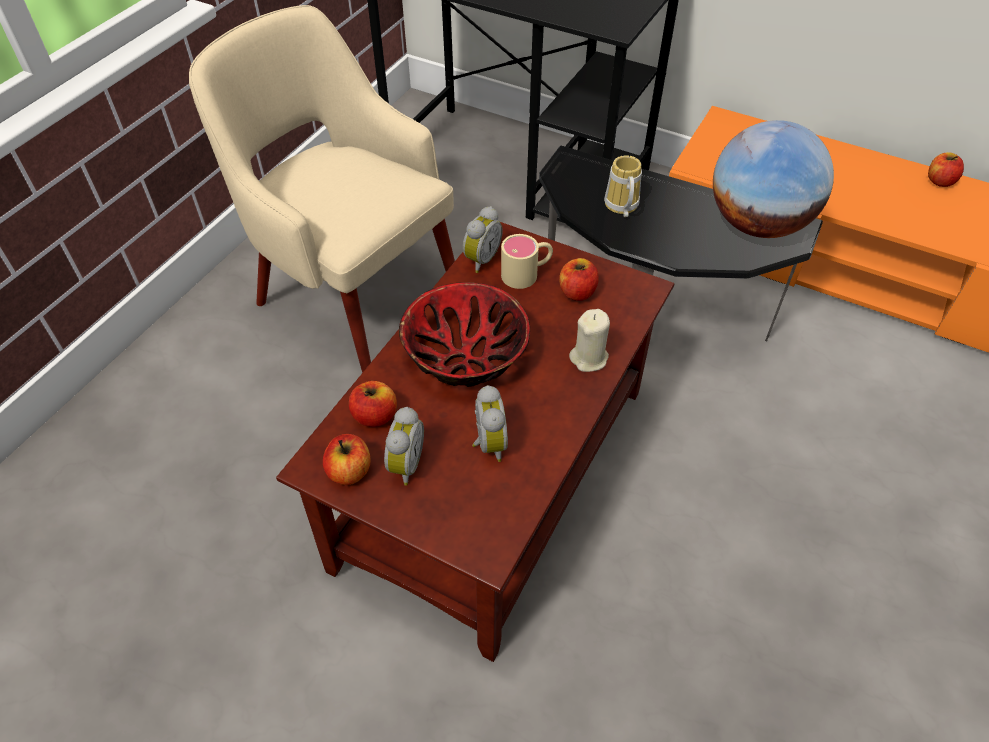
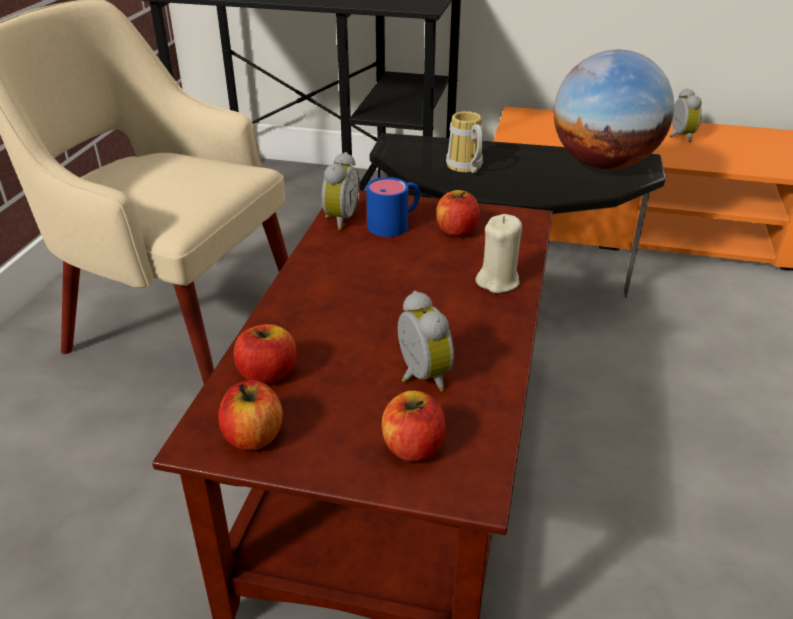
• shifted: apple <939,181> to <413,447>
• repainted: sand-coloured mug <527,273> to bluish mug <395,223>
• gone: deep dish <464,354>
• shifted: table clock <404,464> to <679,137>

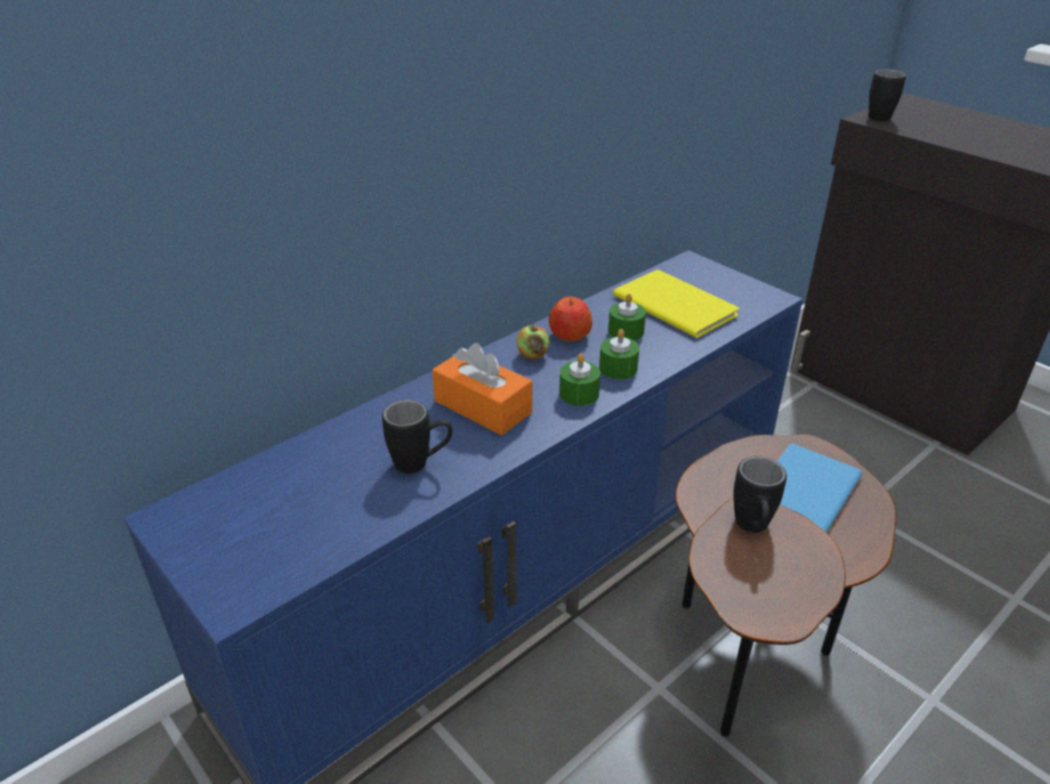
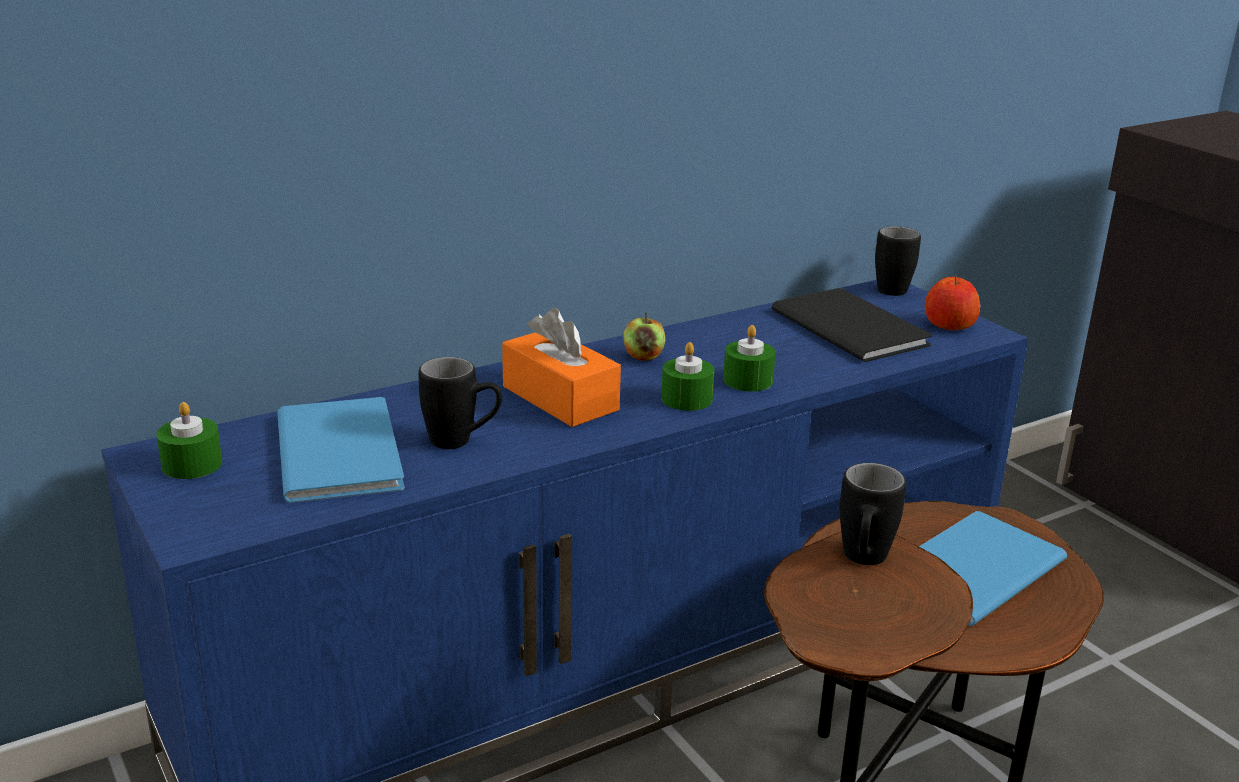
• shifted: black-coloured mug <877,115> to <893,287>
• repainted: yellowish volume <674,303> to black-coloured volume <850,326>
• shifted: greenish wax candle <626,331> to <192,464>
• shifted: apple <569,335> to <949,325>
• new: bluish volume <343,449>

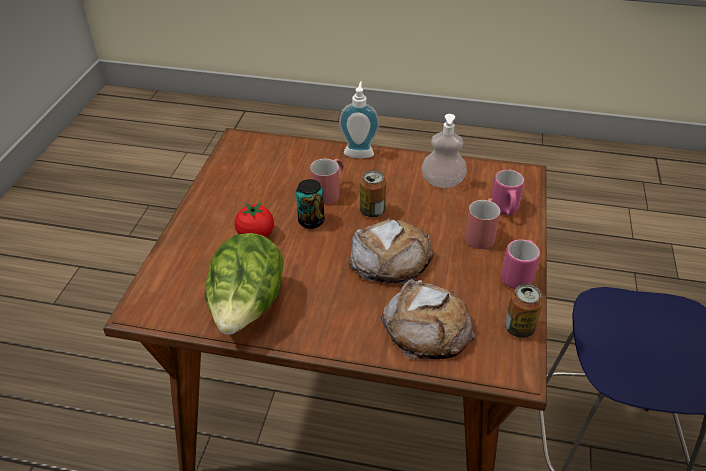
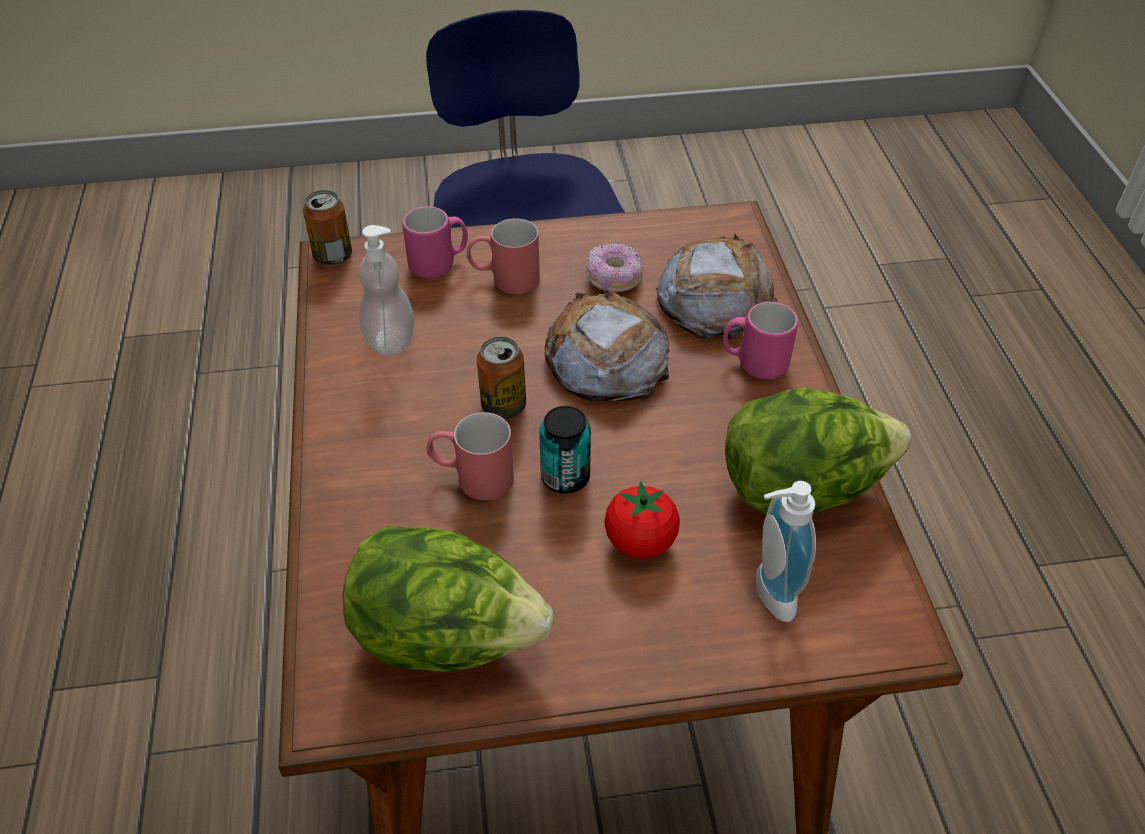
• shifted: liquid soap bottle <359,152> to <767,595>
• shifted: pinkish mug <518,276> to <754,363>
• shifted: sealed can <519,328> to <333,256>
• new: ring doughnut <613,278>
• new: lettuce <447,637>

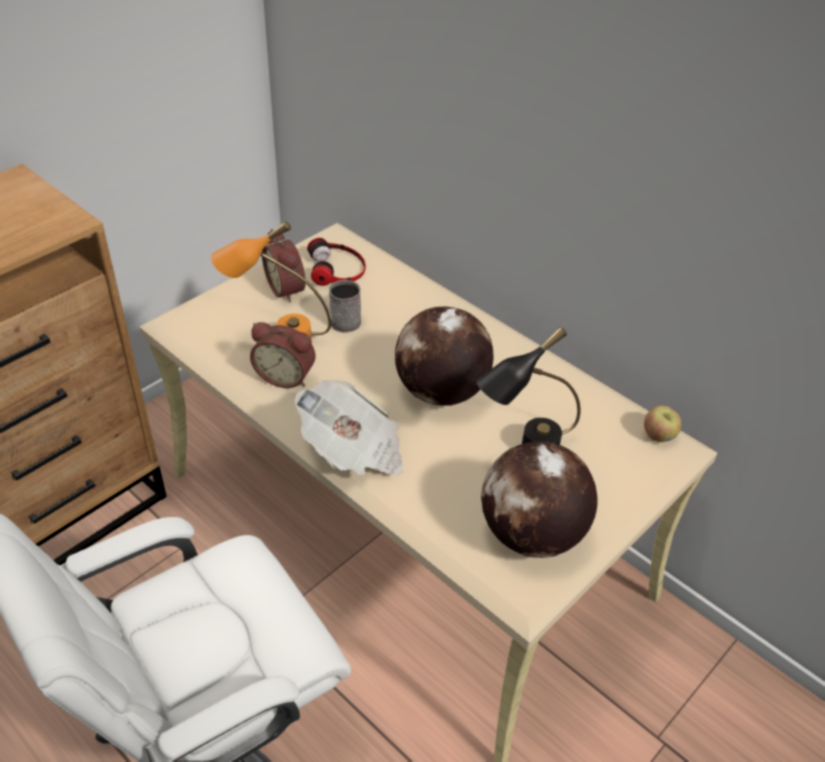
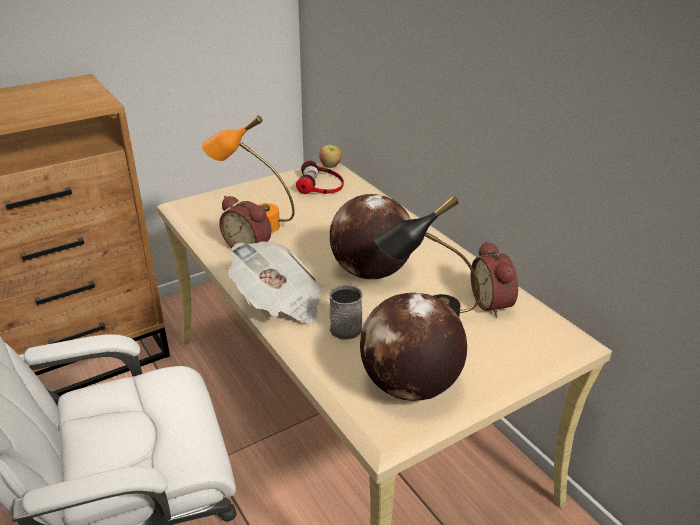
• shifted: table clock <288,288> to <493,303>
• shifted: greyish mug <347,319> to <348,326>
• shifted: apple <658,435> to <330,166>

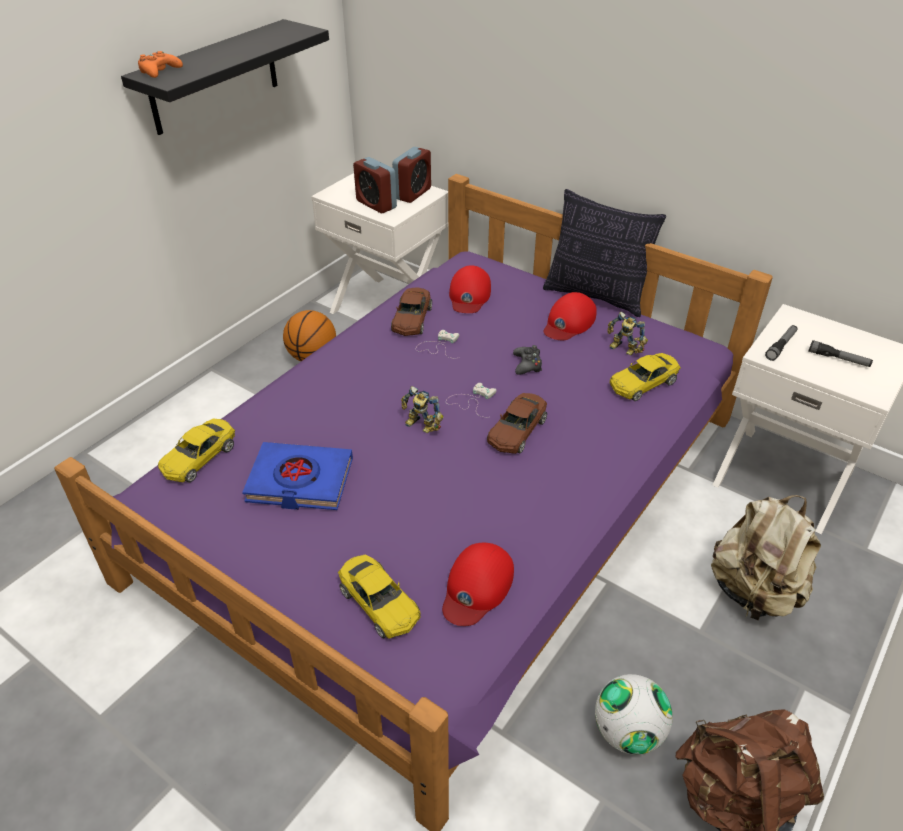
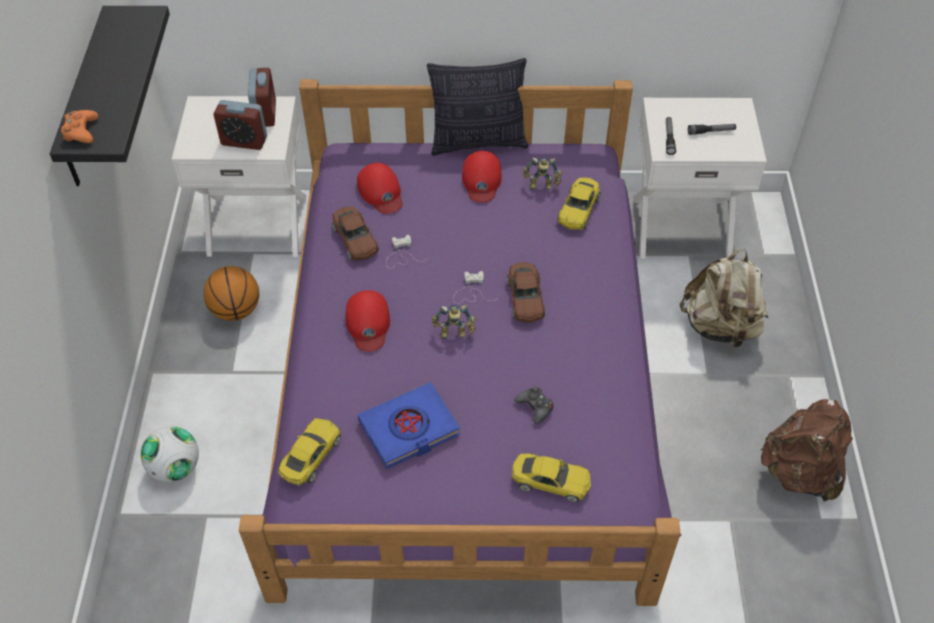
• shifted: black-coloured gamepad <527,364> to <535,407>
• rotated: yellowish model car <199,457> = <310,456> 150 degrees counterclockwise
• shifted: red cap <476,587> to <368,323>
• shifted: football ball <628,732> to <176,468>

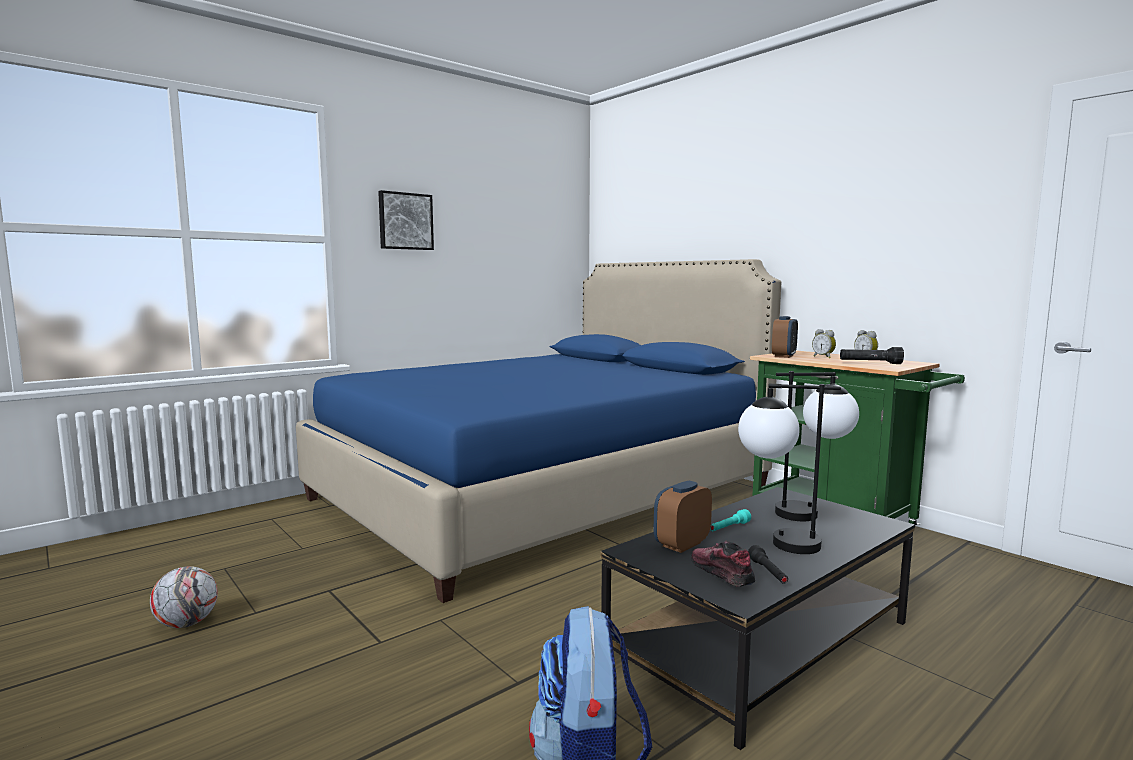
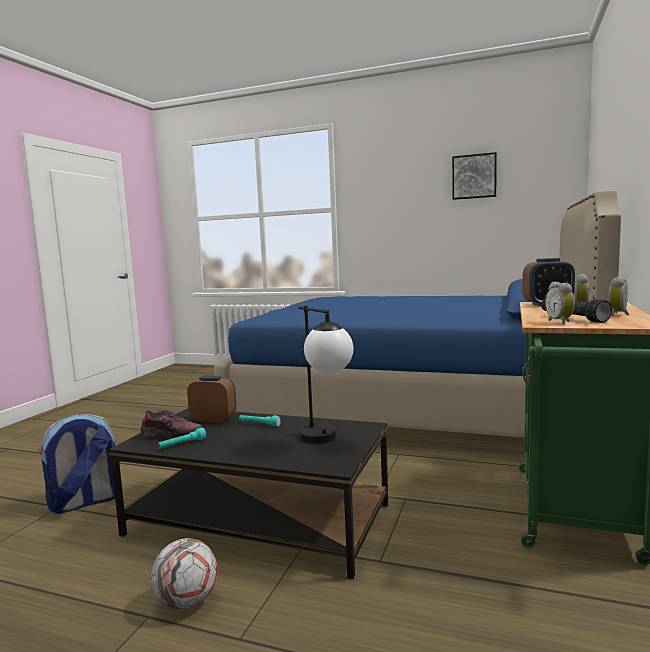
• shifted: wall art <405,221> to <474,176>
• gone: tabletop lamp <776,543>
• rotated: low shoe <721,573> = <171,434> 45 degrees clockwise
• repainted: black-coloured torch <768,572> to blue-green torch <182,444>
• shifted: football ball <187,623> to <187,601>
• new: table clock <561,322>

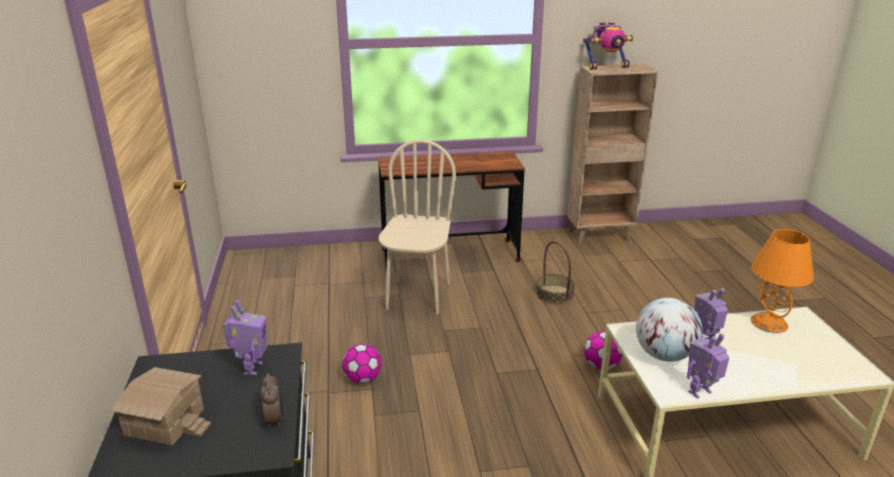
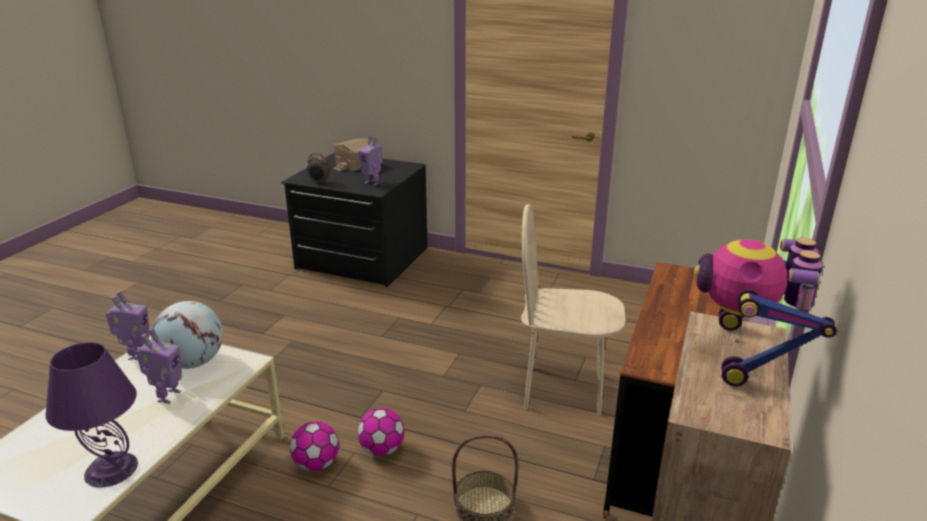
• rotated: sand-coloured plain chair <417,296> = <563,390> 150 degrees clockwise
• repainted: orange-coloured tabletop lamp <769,323> to purple tabletop lamp <110,469>
• shifted: football ball <363,379> to <382,449>

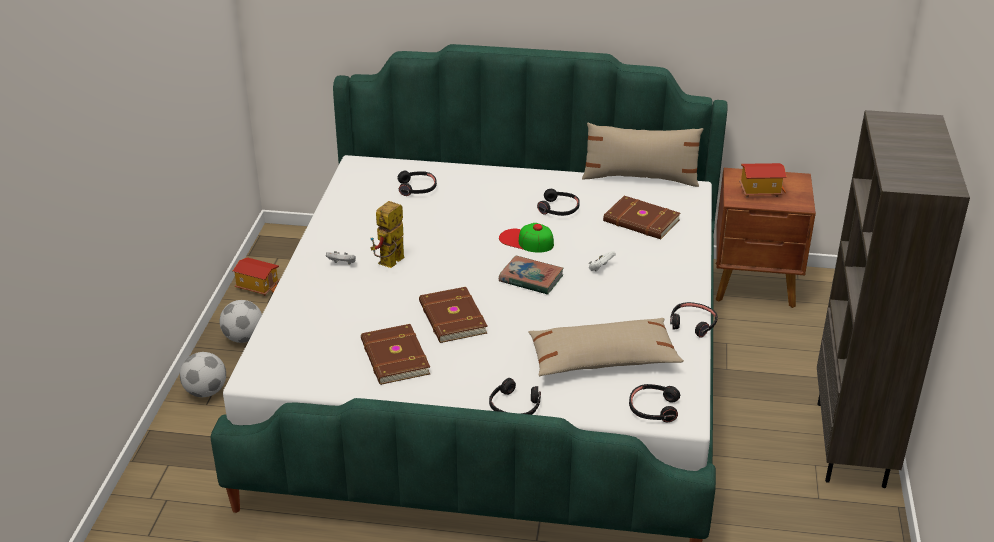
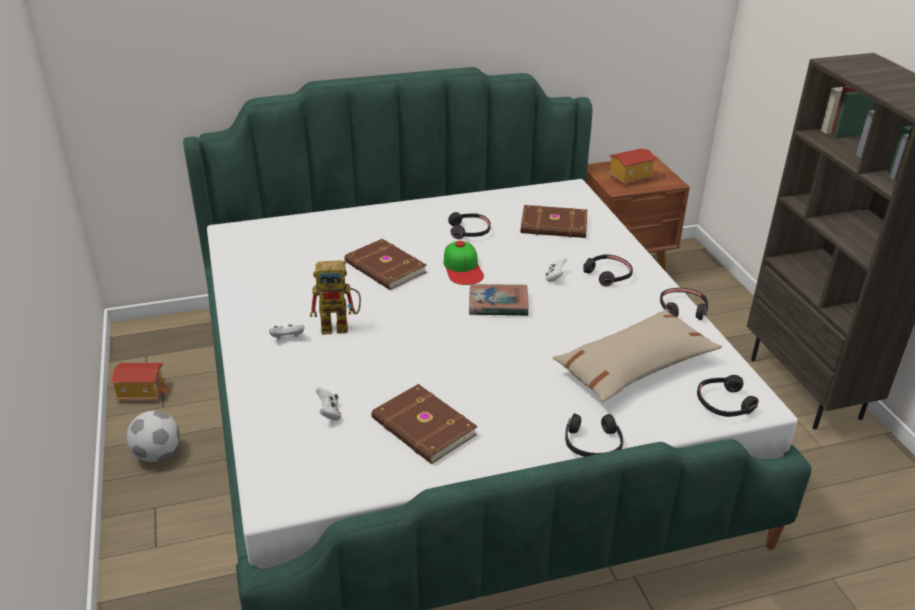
• gone: sand-coloured pillow <640,178>
• shifted: black-coloured headset <417,188> to <608,275>
• rotated: toy robot <390,264> = <341,326> 105 degrees counterclockwise
• rotated: cap <526,241> = <463,268> 105 degrees counterclockwise
• shifted: brown volume <451,318> to <384,268>
• gone: football ball <206,392>
• new: whitish gamepad <329,413>

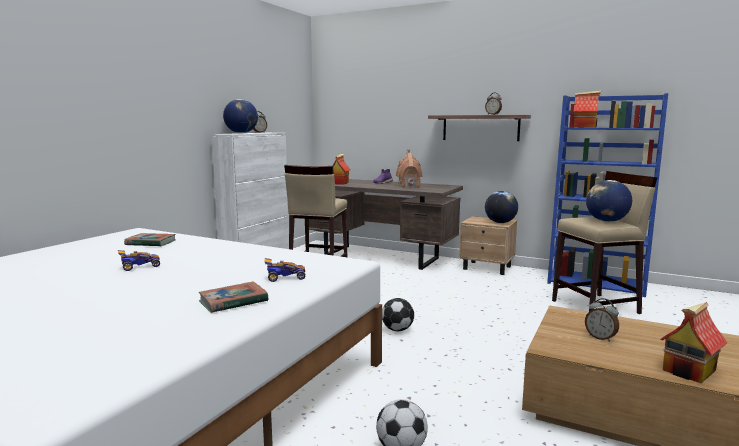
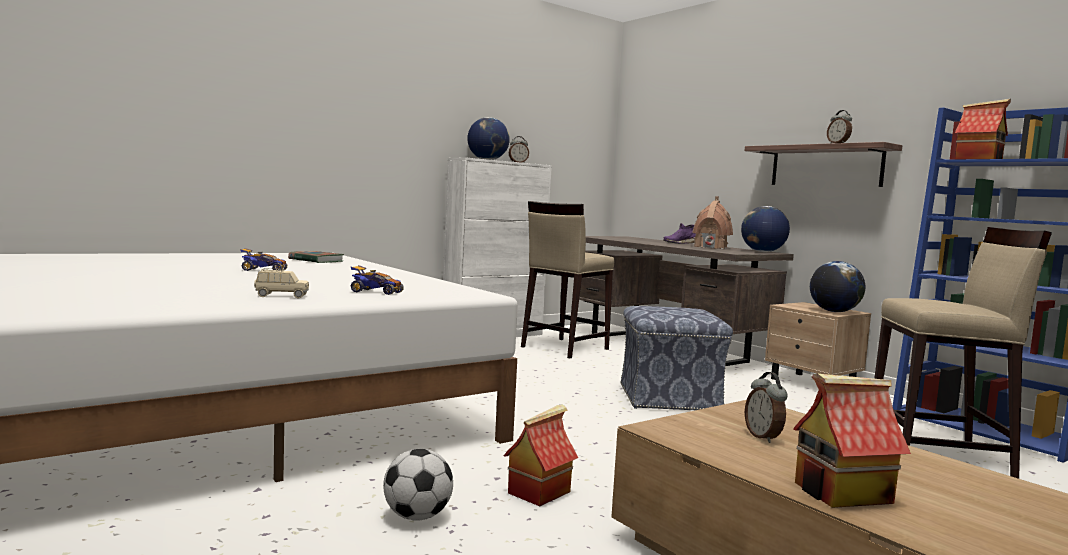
• shifted: miniature house <339,183> to <539,492>
• shifted: world globe <606,221> to <762,252>
• swapped: volume <233,301> to sand-coloured model car <281,296>
• gone: football ball <397,329>
• new: pouffe <668,397>

